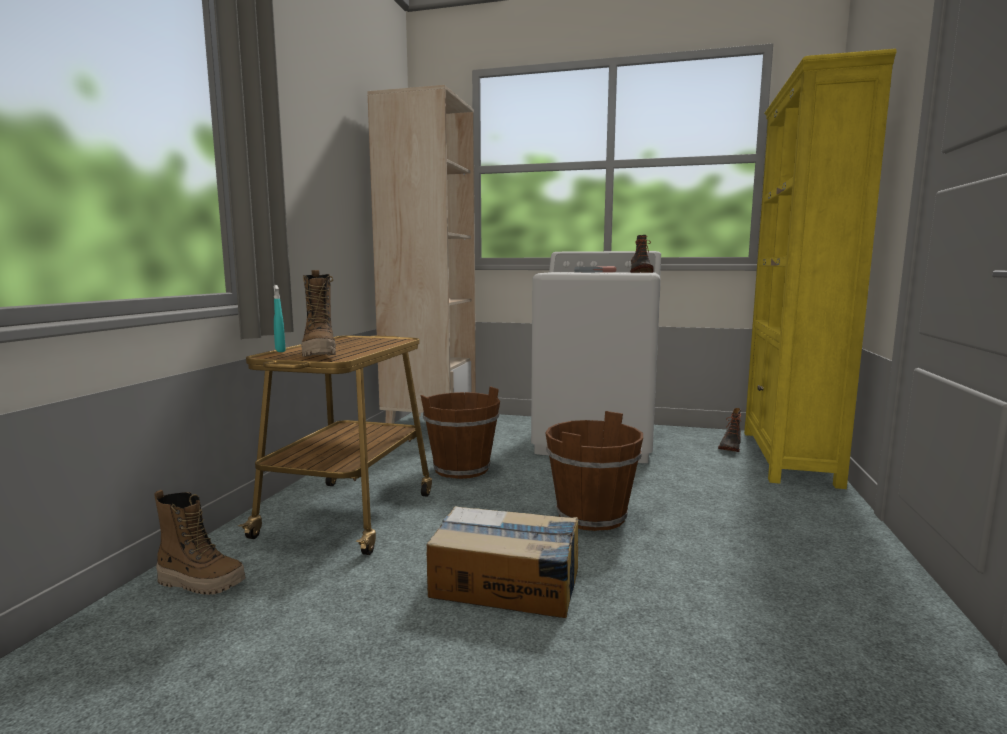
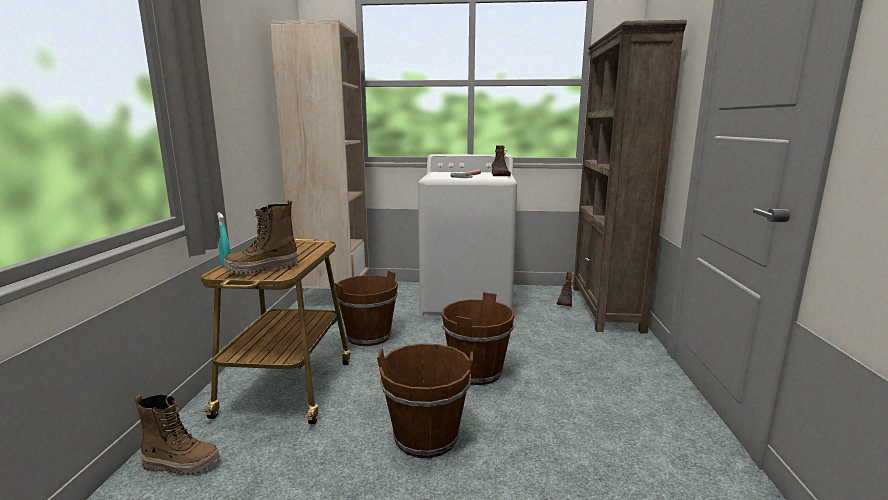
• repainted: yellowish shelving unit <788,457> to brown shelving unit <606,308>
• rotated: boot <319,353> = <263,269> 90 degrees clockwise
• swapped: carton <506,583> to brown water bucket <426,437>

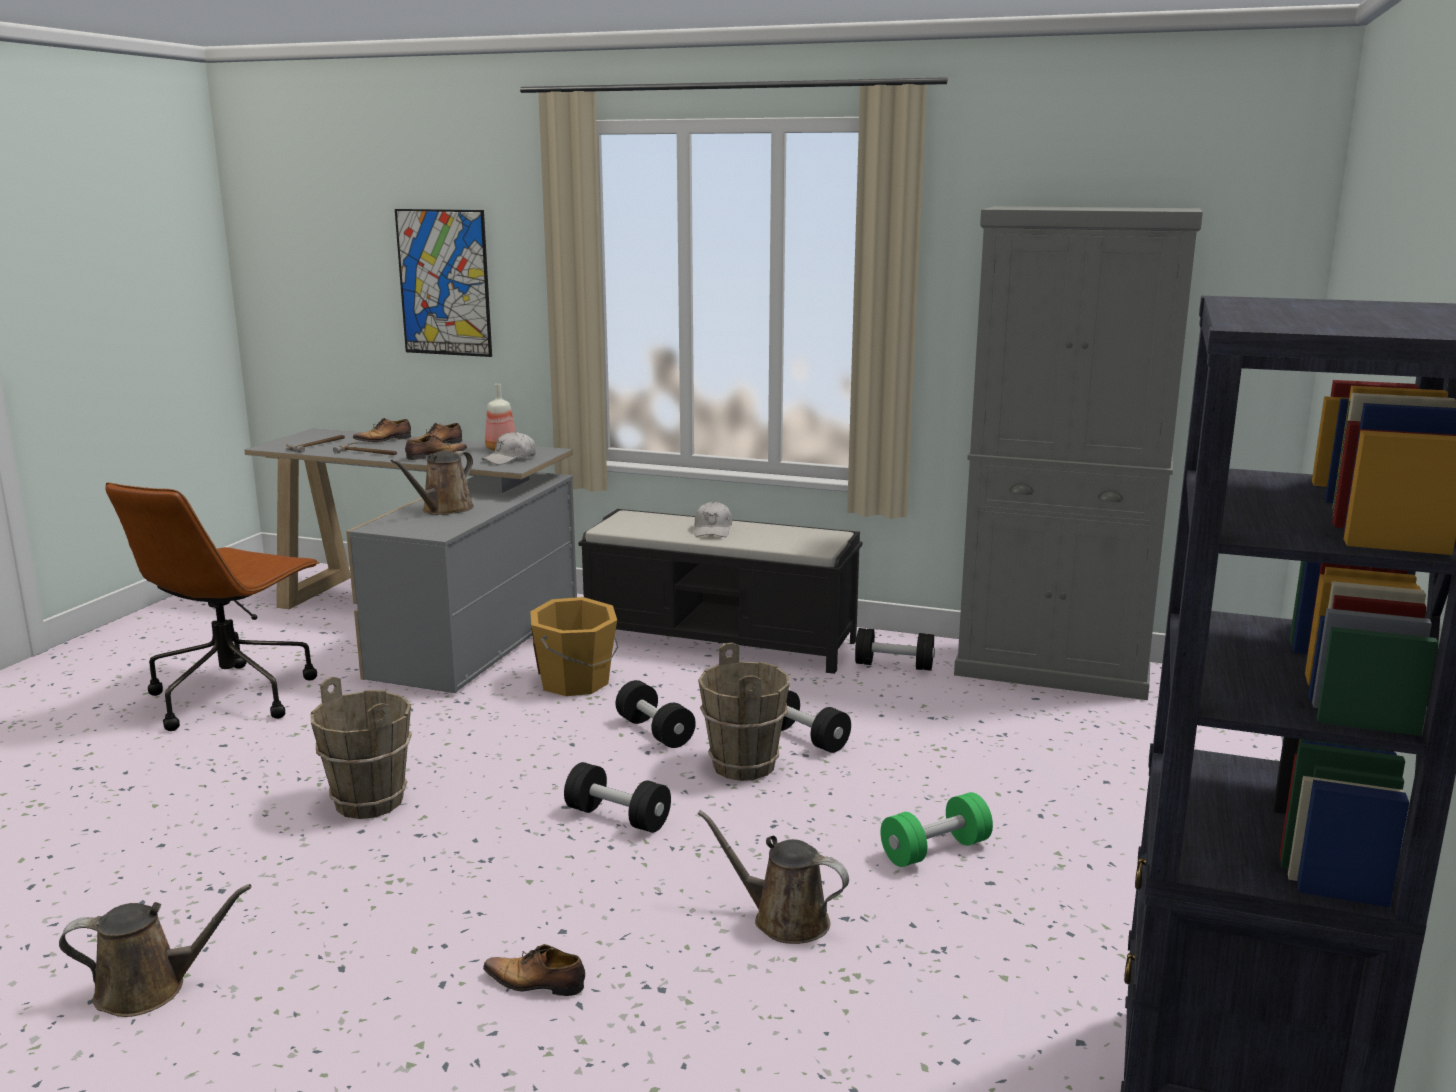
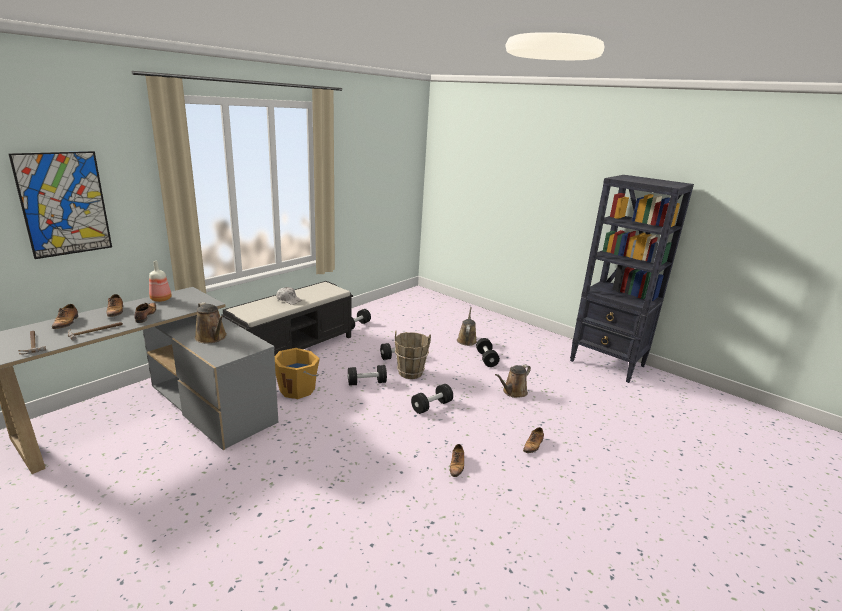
• gone: greyish cabinet <1053,670>
• gone: whitish cap <510,459>
• gone: brown office chair <233,695>
• gone: brown water bucket <370,802>
• repainted: greenish dumbbell <935,850> to black-coloured dumbbell <486,359>
• shifted: brown watering pot <150,989> to <466,340>
• new: low shoe <457,465>

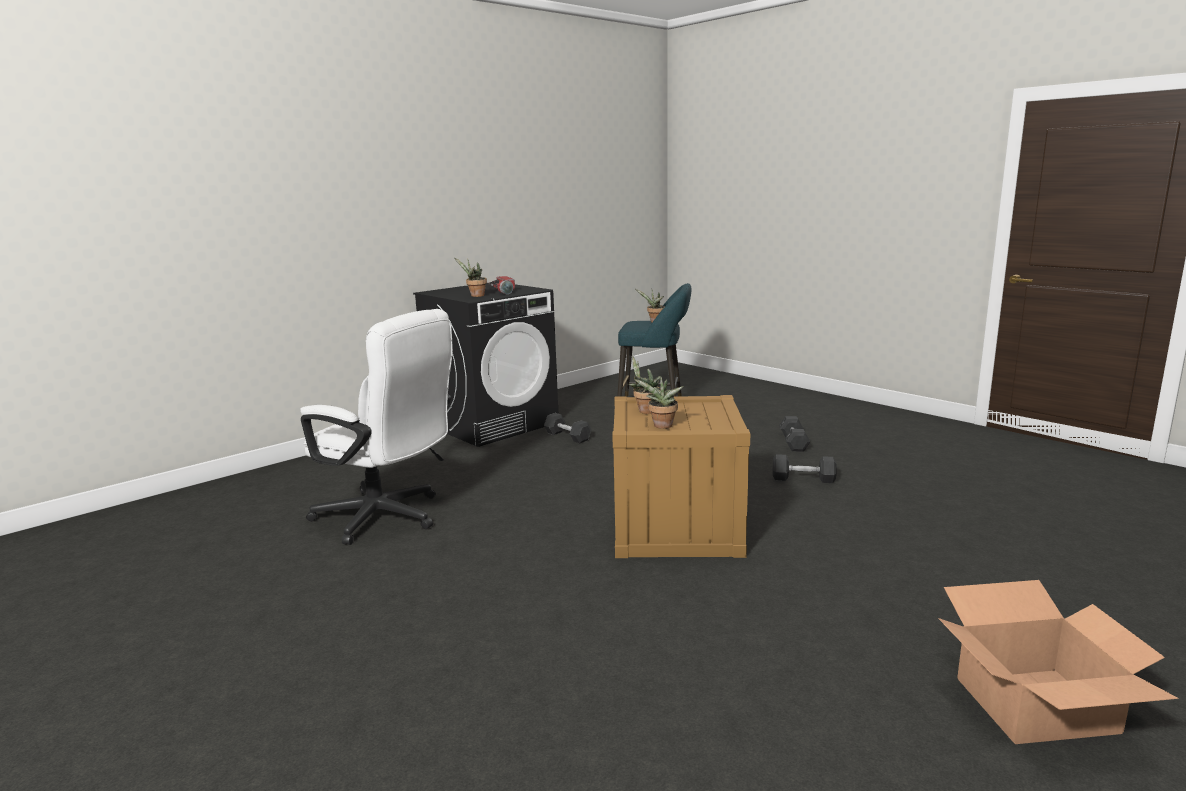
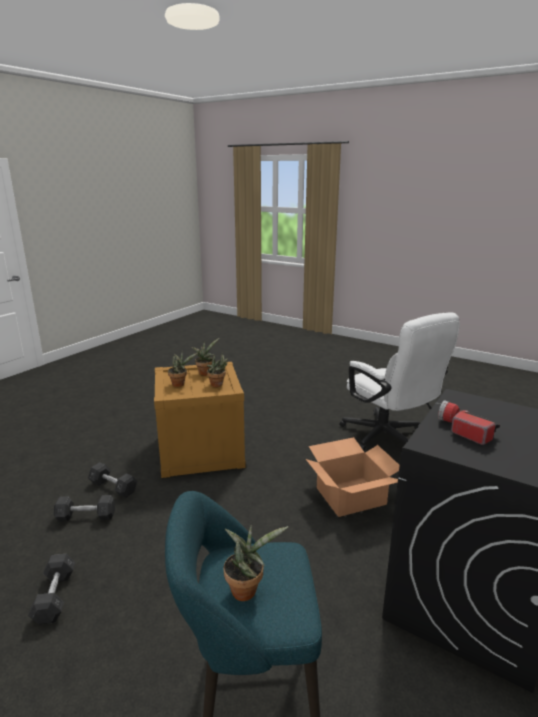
• shifted: plant in a pot <475,296> to <180,384>
• rotated: whitish office chair <387,518> = <388,438> 135 degrees counterclockwise
• shifted: greyish dumbbell <567,436> to <113,487>
• shifted: carton <1037,706> to <350,495>

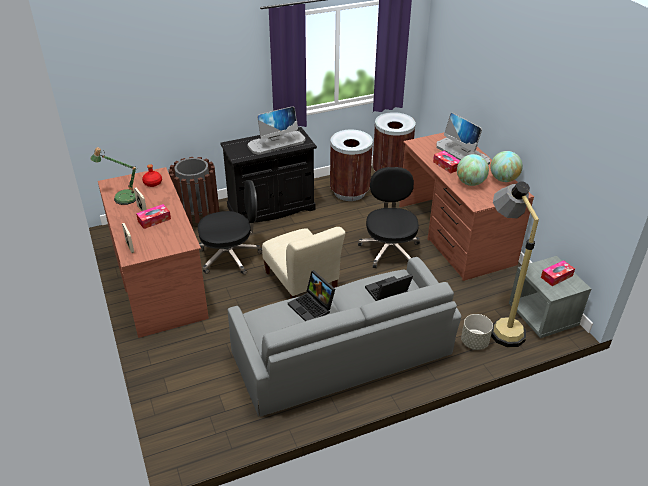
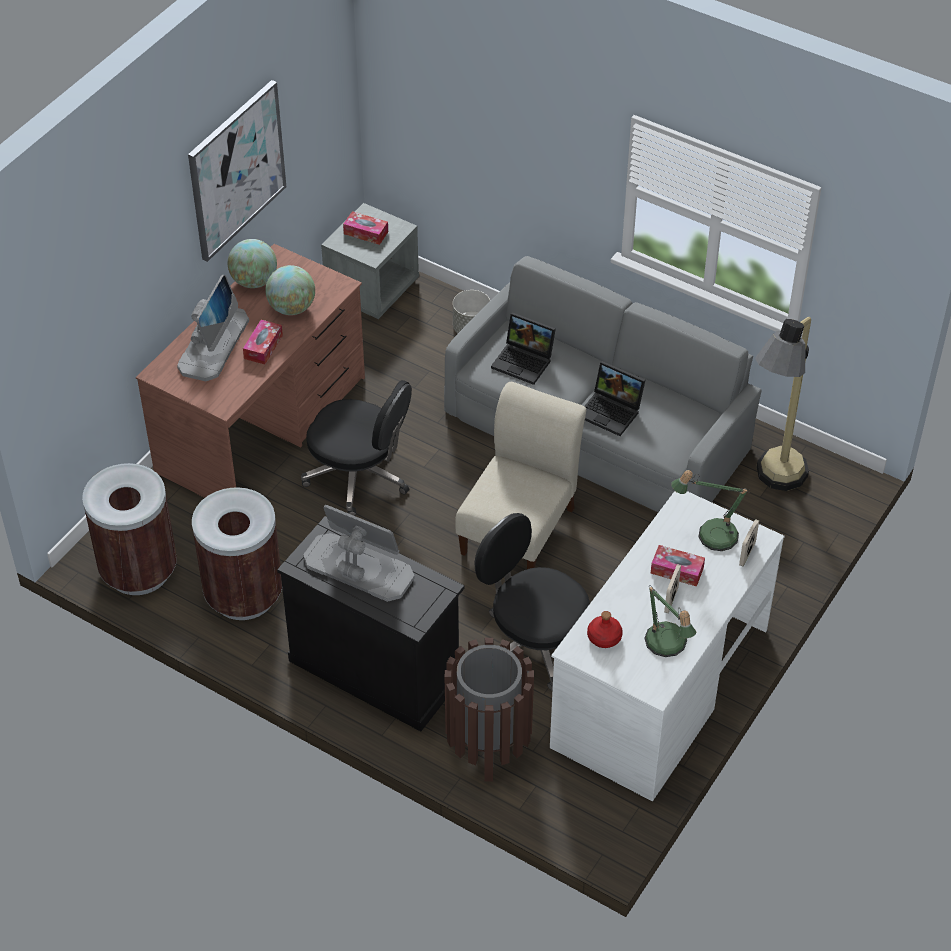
• repainted: brown desk unit <159,281> to whitish desk unit <659,687>
• rotated: black-coloured office chair <389,249> = <359,476> 120 degrees counterclockwise
• shifted: floor lamp <498,323> to <771,487>
• rotated: notebook computer <312,307> = <612,411> 105 degrees clockwise
• new: wall art <236,170>
• new: tabletop lamp <710,534>

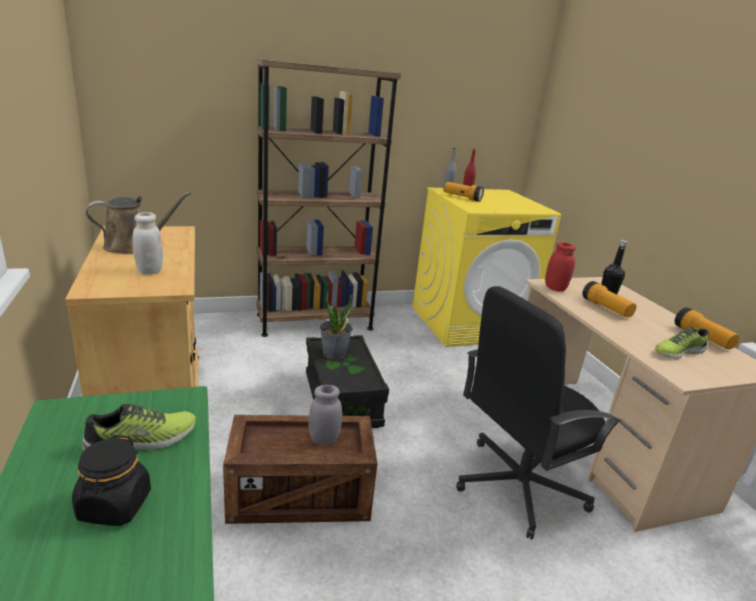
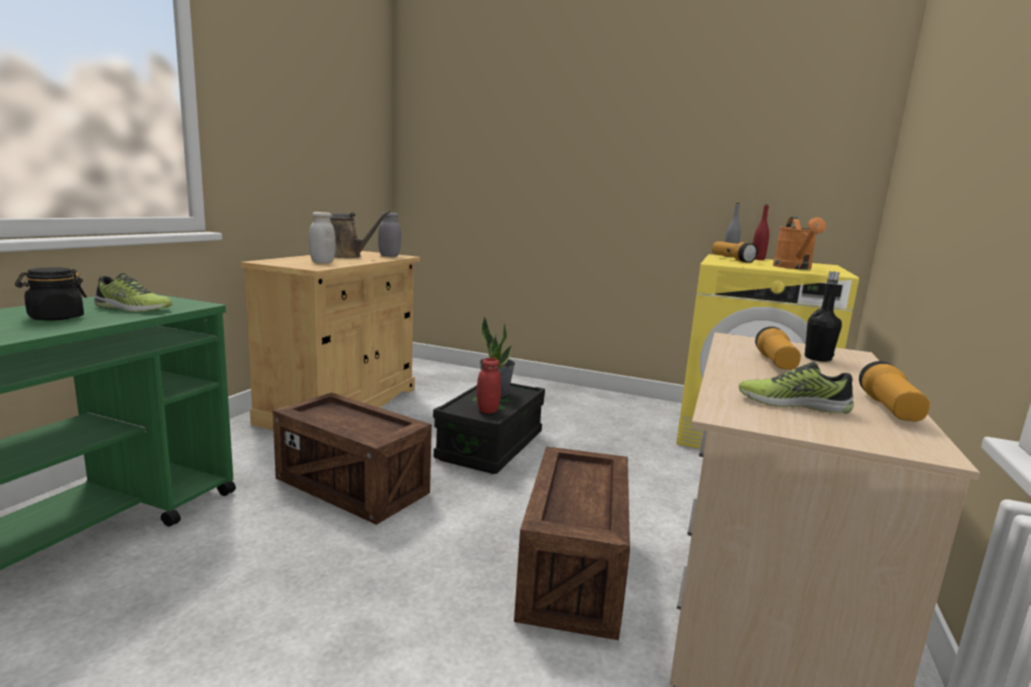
• gone: brown shelving unit <314,322>
• shifted: red storage jar <555,288> to <487,410>
• swapped: black-coloured office chair <517,485> to crate <573,571>
• shifted: greyish storage jar <324,439> to <389,256>
• new: orange-coloured watering pot <794,268>

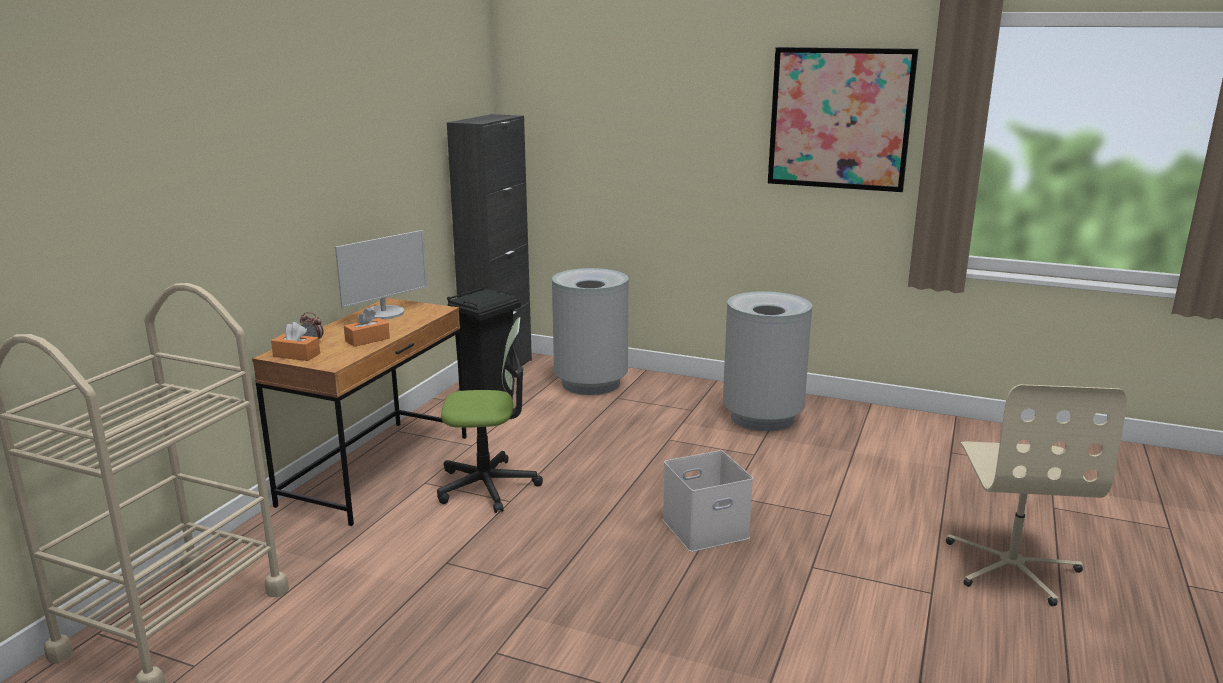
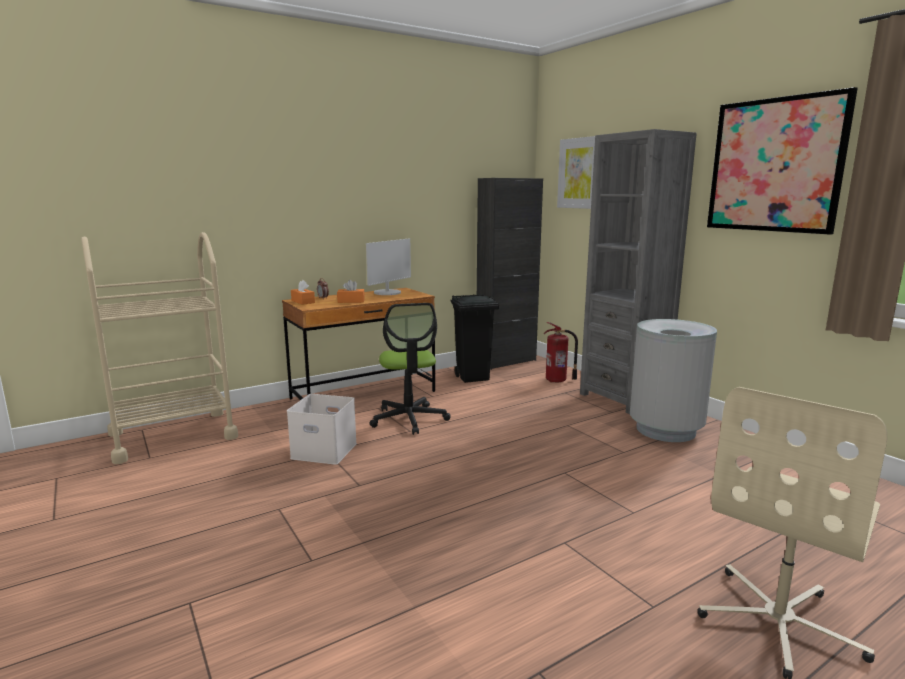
• rotated: computer screen <384,313> = <387,292> 45 degrees counterclockwise
• swapped: greyish rubbish bin <591,383> to fire-fighting cylinder <557,381>
• rotated: office chair <487,486> = <409,419> 45 degrees clockwise
• shifted: whitish storage container <706,527> to <326,450>
• new: greyish shelving unit <623,398>
• new: wall art <579,173>

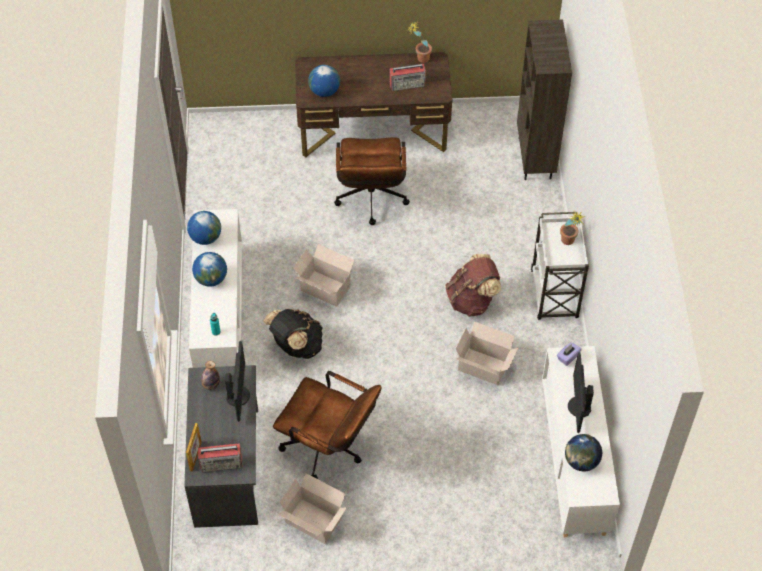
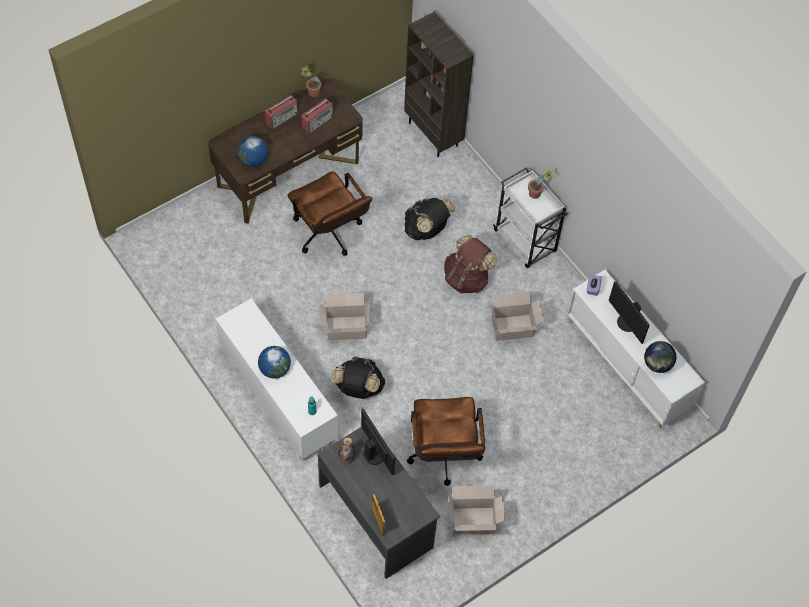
• gone: world globe <205,238>
• rotated: brown office chair <329,448> = <443,457> 90 degrees clockwise
• shifted: radio <222,463> to <282,117>
• new: black-coloured rucksack <426,230>

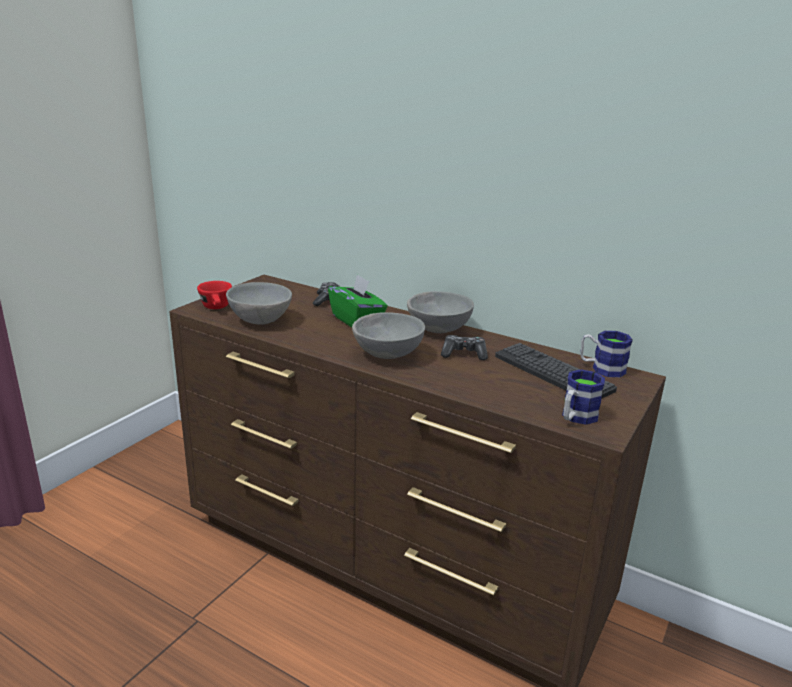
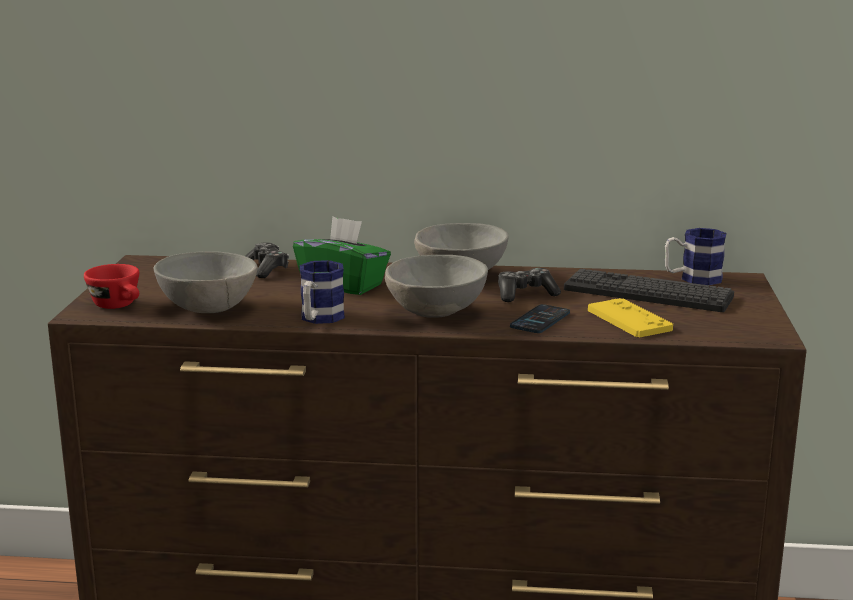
• shifted: mug <576,418> to <319,319>
• new: yellowish gamepad <629,320>
• new: phone <540,320>

